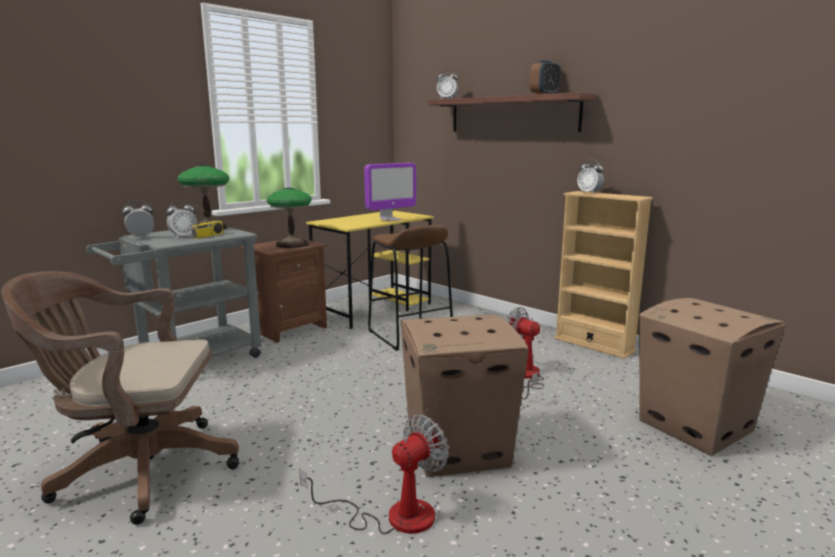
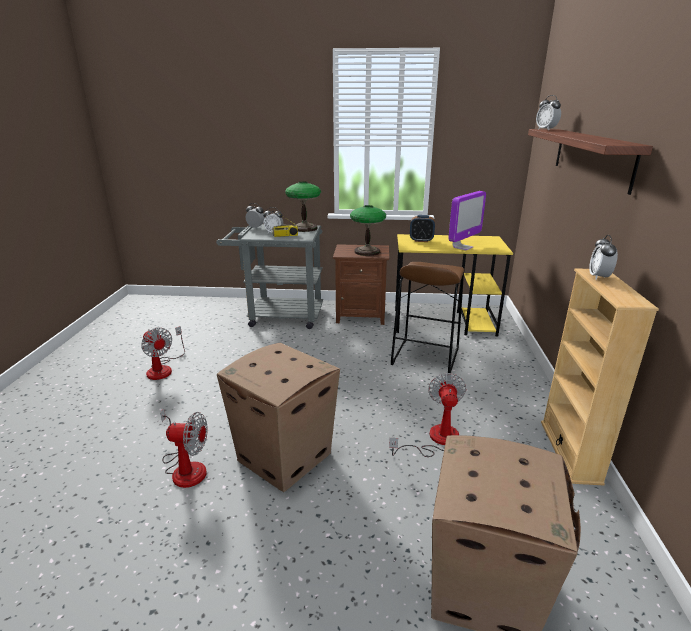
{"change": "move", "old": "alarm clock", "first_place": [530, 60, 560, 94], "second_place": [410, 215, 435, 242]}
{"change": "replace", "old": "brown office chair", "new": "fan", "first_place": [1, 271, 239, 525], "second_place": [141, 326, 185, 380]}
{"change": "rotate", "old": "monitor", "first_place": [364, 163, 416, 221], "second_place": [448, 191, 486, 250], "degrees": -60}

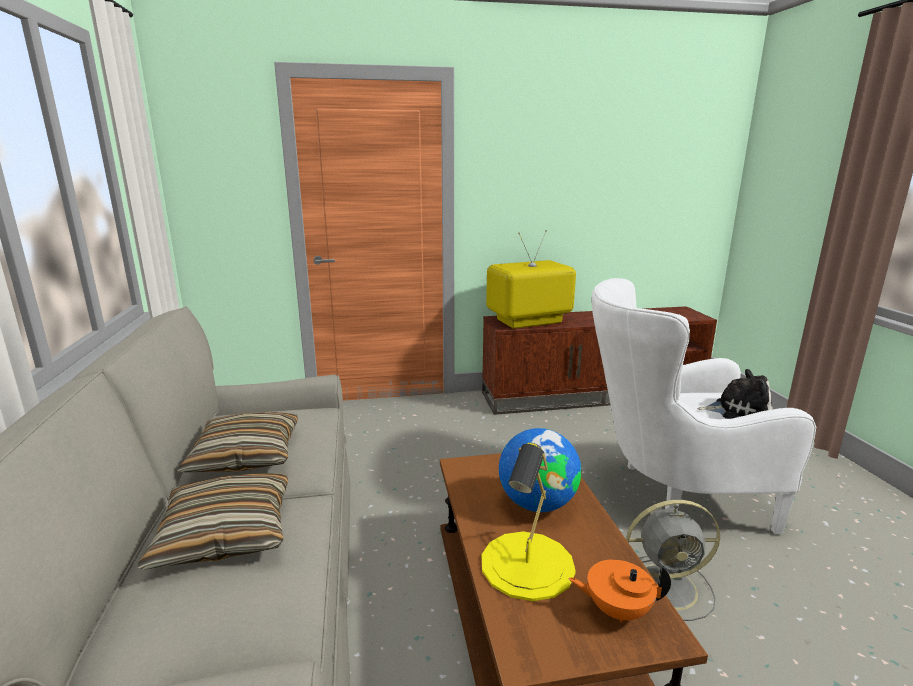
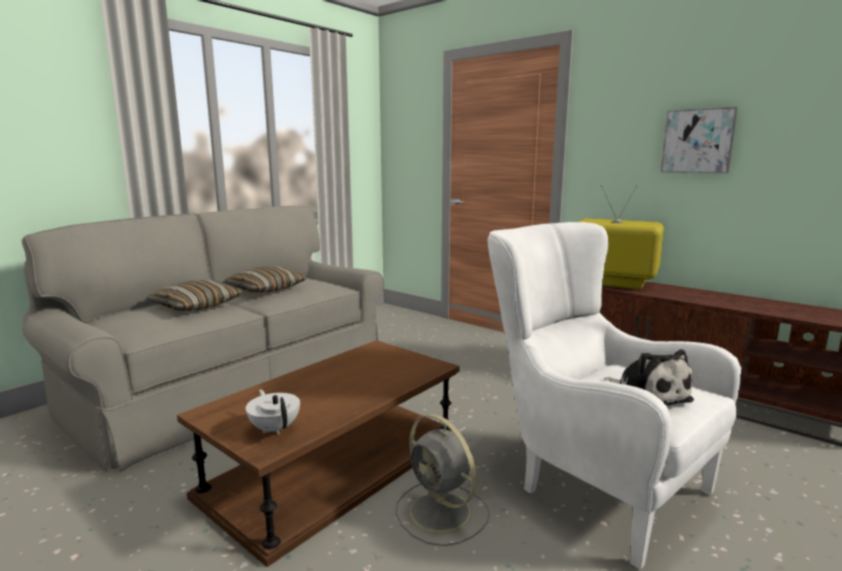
{"change": "delete", "old": "yellow table lamp", "first_place": [482, 443, 576, 601]}
{"change": "delete", "old": "globe", "first_place": [499, 428, 581, 512]}
{"change": "insert", "new": "picture", "second_place": [661, 107, 738, 173]}
{"change": "recolor", "old": "orange teapot", "new": "white teapot", "first_place": [569, 559, 671, 623], "second_place": [246, 389, 300, 435]}

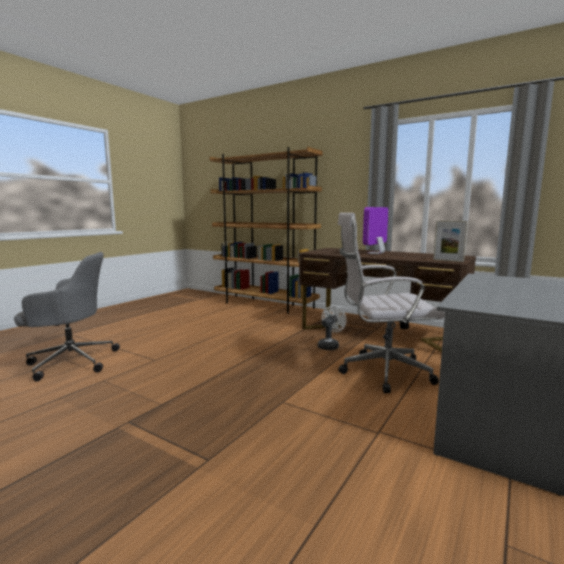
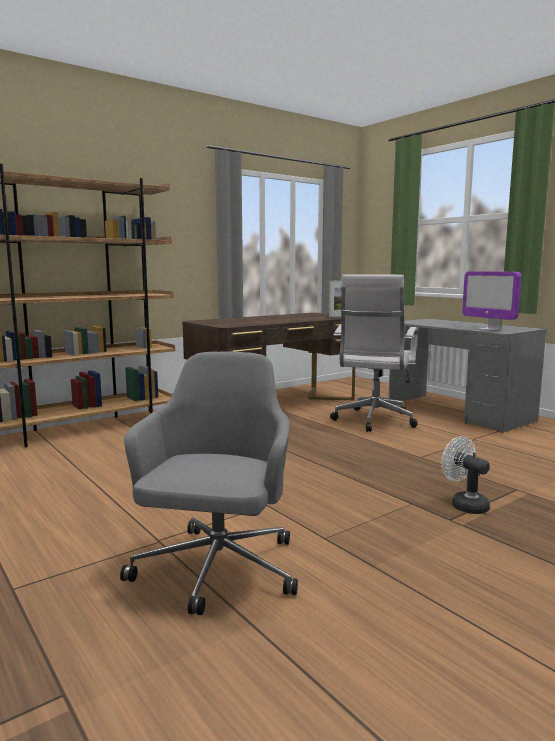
{"change": "move", "old": "white fan", "first_place": [318, 306, 346, 350], "second_place": [441, 436, 490, 514]}
{"change": "move", "old": "monitor", "first_place": [363, 207, 388, 254], "second_place": [462, 271, 522, 331]}

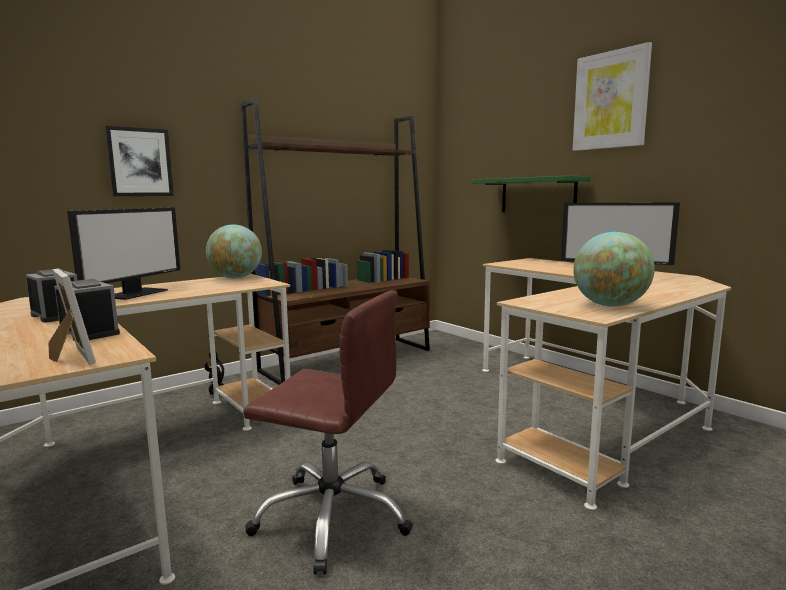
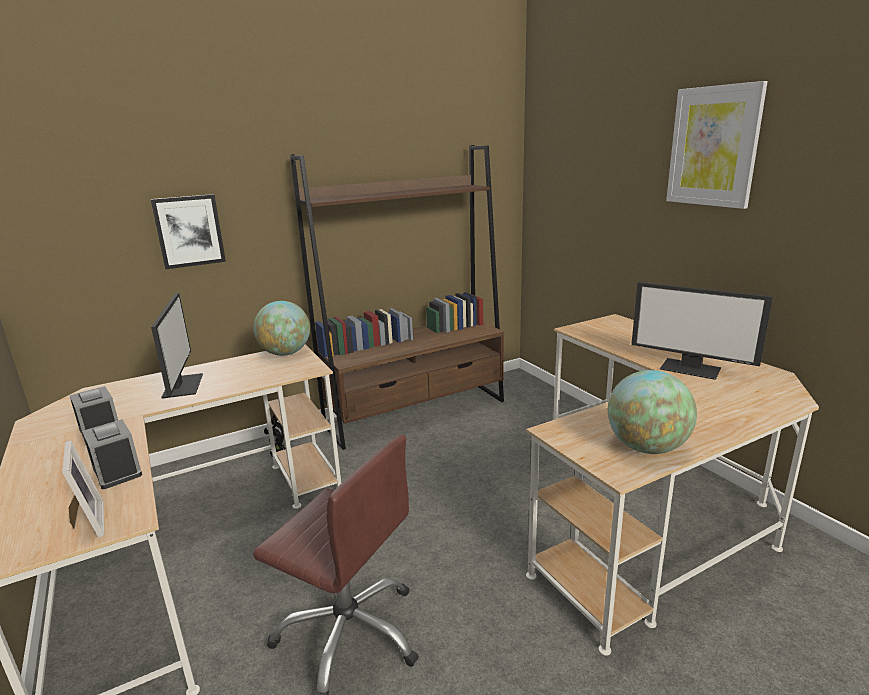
{"change": "delete", "old": "green shelf", "first_place": [471, 176, 591, 212]}
{"change": "rotate", "old": "monitor", "first_place": [67, 207, 180, 300], "second_place": [151, 293, 203, 399], "degrees": -45}

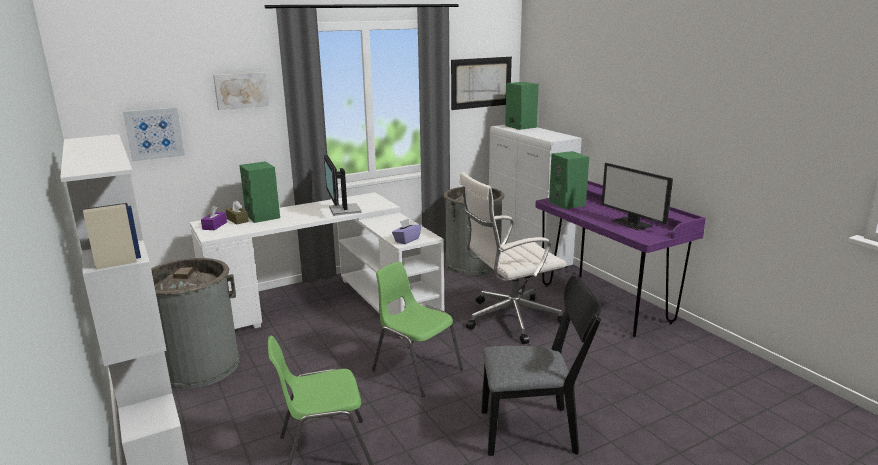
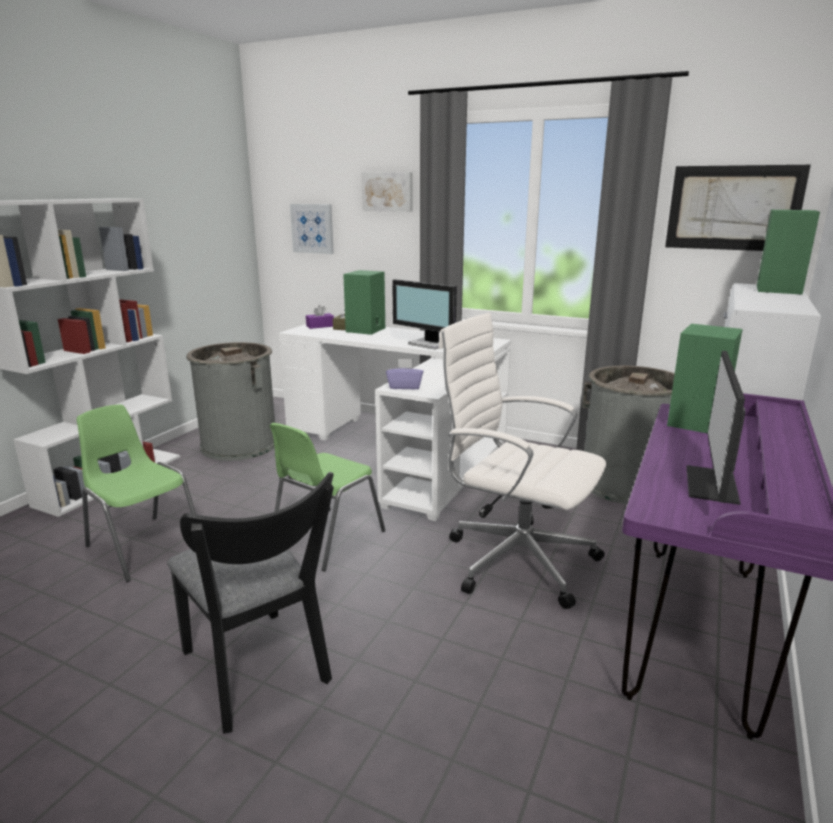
{"change": "rotate", "old": "monitor", "first_place": [324, 155, 361, 216], "second_place": [392, 279, 457, 350], "degrees": -90}
{"change": "rotate", "old": "green chair", "first_place": [372, 262, 463, 397], "second_place": [270, 423, 386, 572], "degrees": -150}

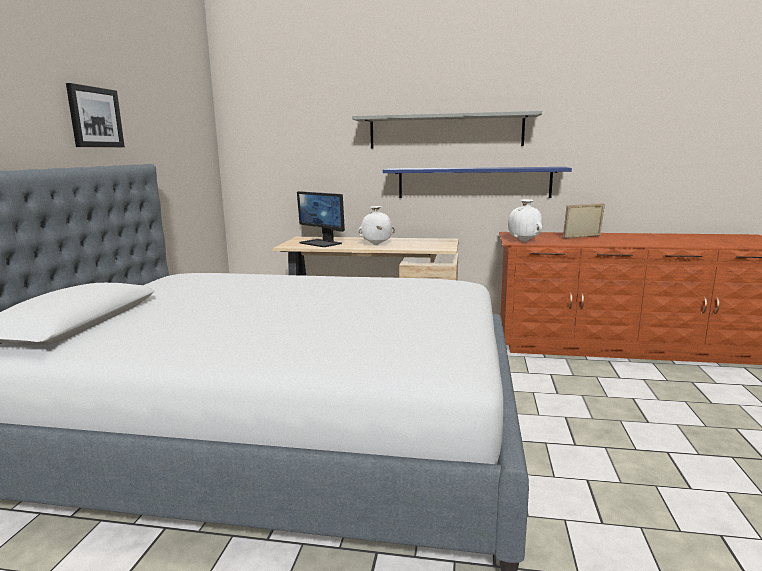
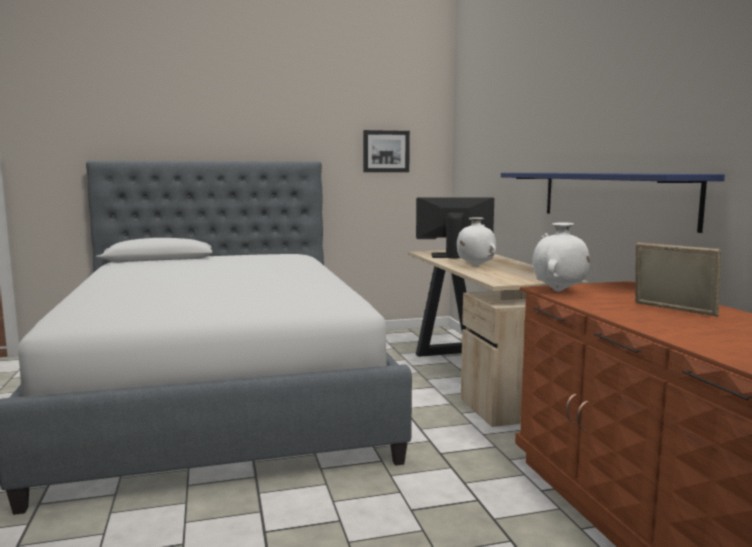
{"change": "delete", "old": "grey shelf", "first_place": [352, 111, 542, 149]}
{"change": "move", "old": "picture", "first_place": [66, 83, 125, 147], "second_place": [363, 130, 410, 172]}
{"change": "rotate", "old": "monitor", "first_place": [297, 191, 345, 247], "second_place": [416, 197, 494, 258], "degrees": 75}

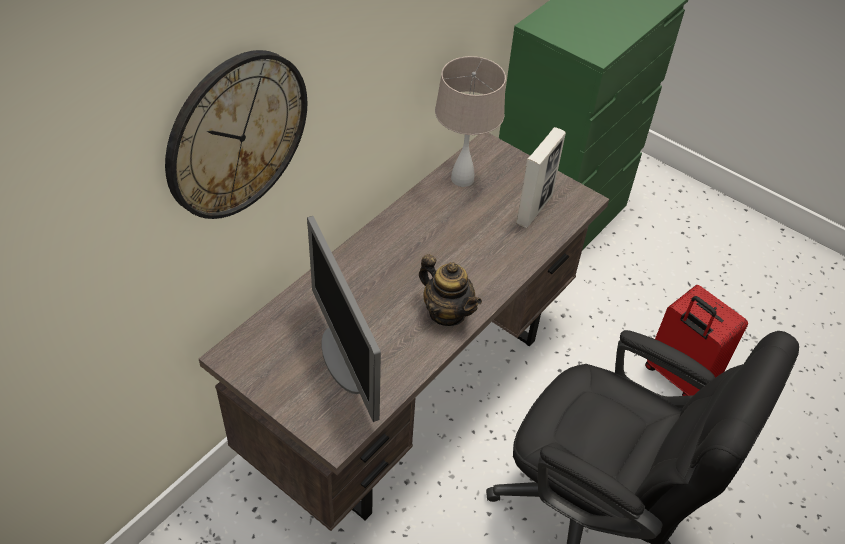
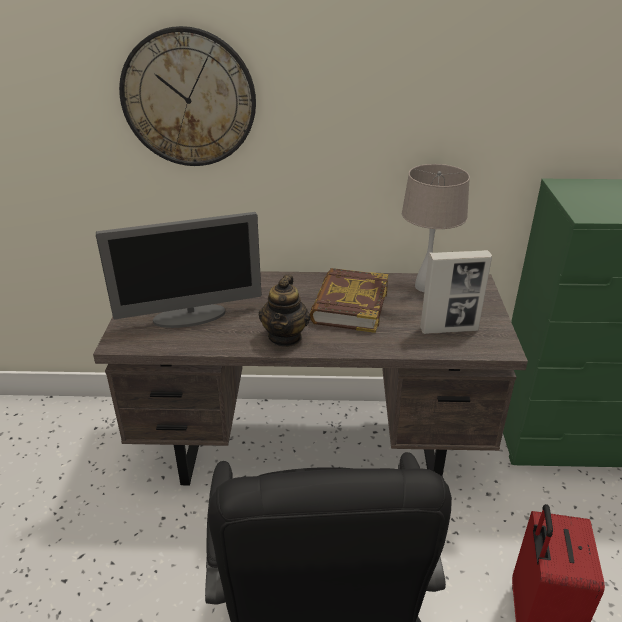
{"change": "insert", "new": "book", "second_place": [310, 268, 388, 333]}
{"change": "rotate", "old": "monitor", "first_place": [307, 216, 381, 422], "second_place": [96, 212, 262, 328], "degrees": -135}

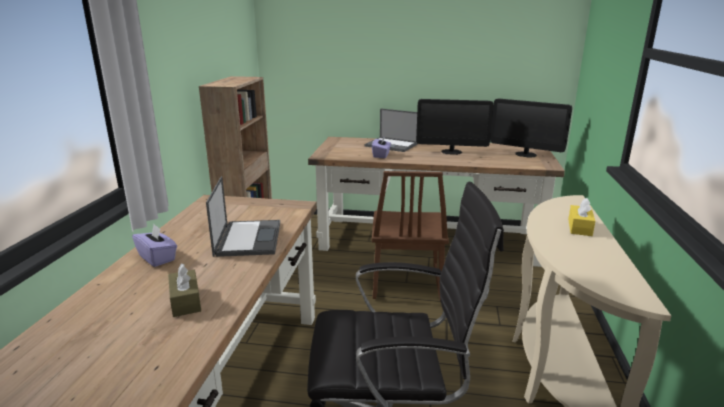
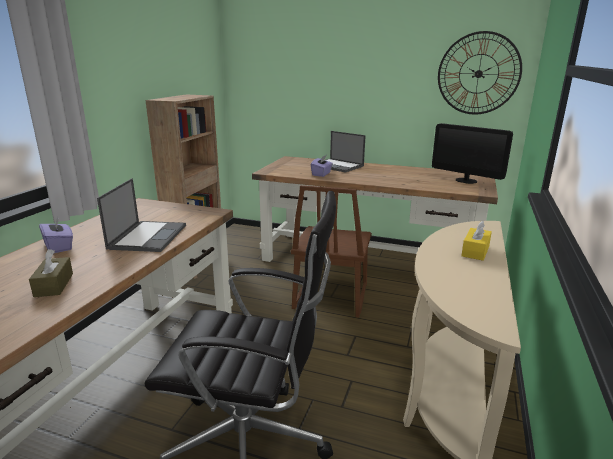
{"change": "delete", "old": "monitor", "first_place": [416, 99, 494, 155]}
{"change": "insert", "new": "wall clock", "second_place": [438, 31, 522, 114]}

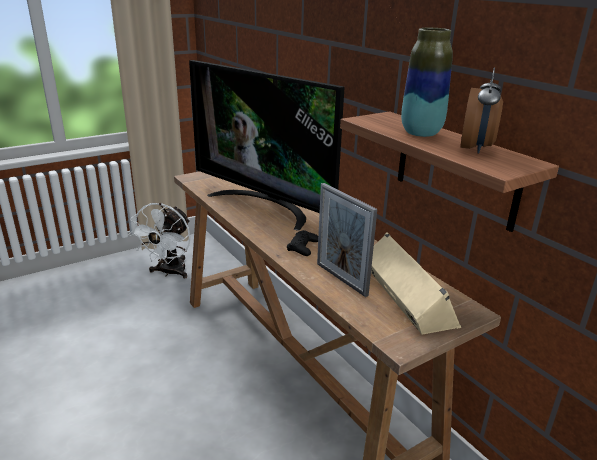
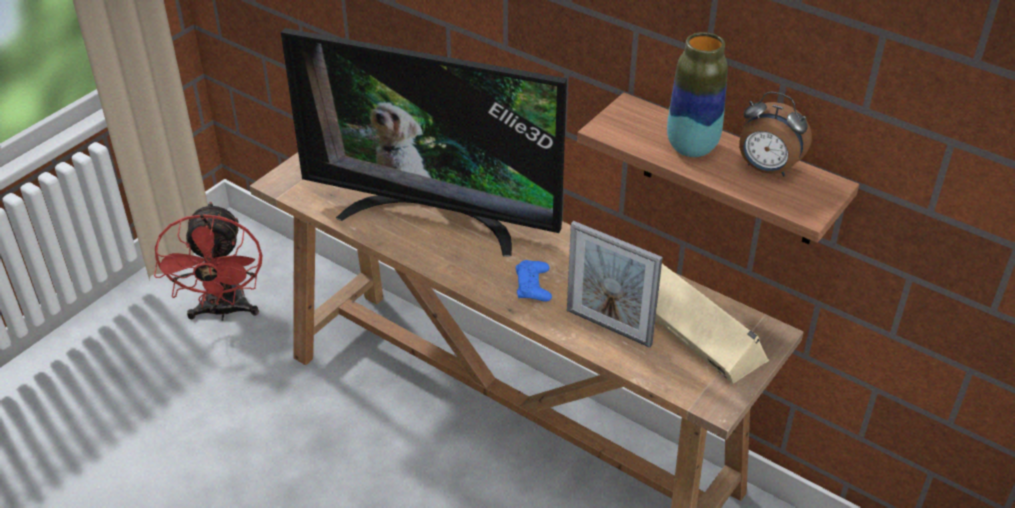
{"change": "recolor", "old": "white fan", "new": "red fan", "first_place": [128, 203, 191, 279], "second_place": [154, 202, 262, 321]}
{"change": "recolor", "old": "black game controller", "new": "blue game controller", "first_place": [287, 230, 318, 256], "second_place": [516, 260, 552, 302]}
{"change": "rotate", "old": "alarm clock", "first_place": [461, 68, 503, 153], "second_place": [739, 91, 812, 176], "degrees": 120}

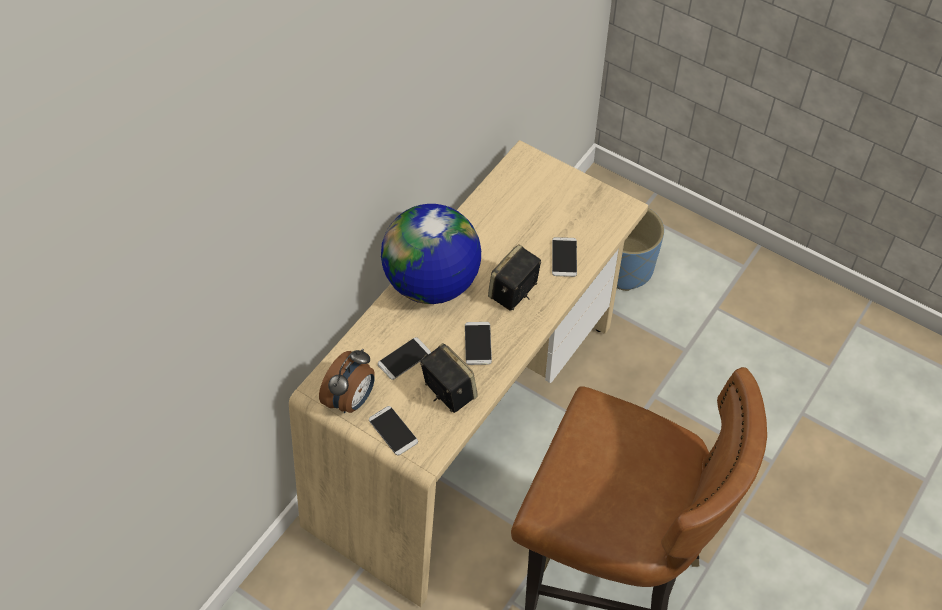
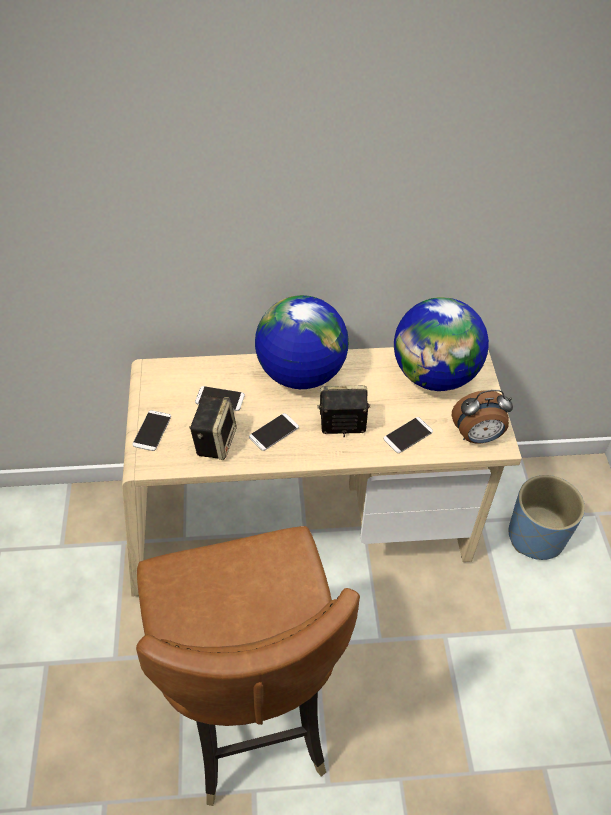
{"change": "insert", "new": "globe", "second_place": [394, 297, 489, 391]}
{"change": "move", "old": "alarm clock", "first_place": [319, 349, 375, 413], "second_place": [452, 390, 513, 443]}

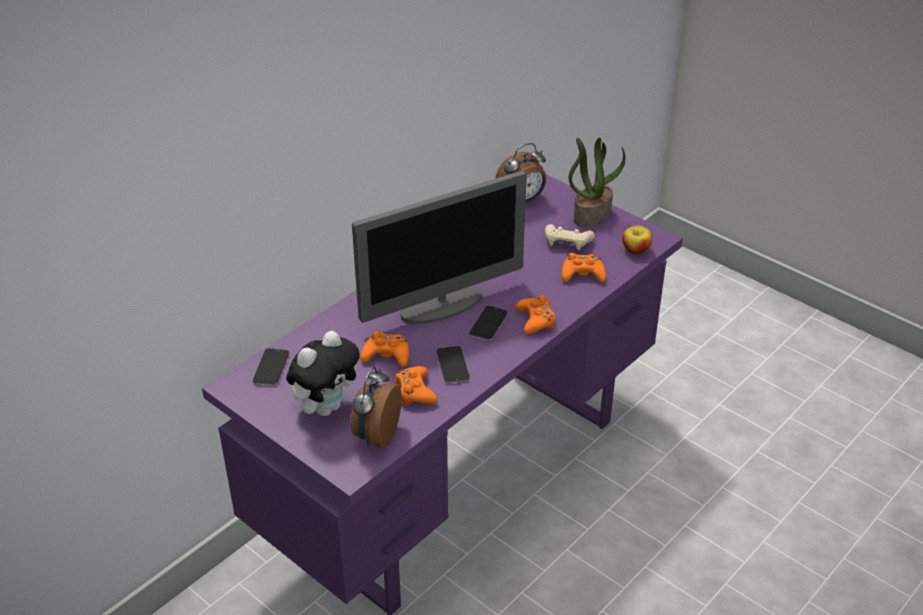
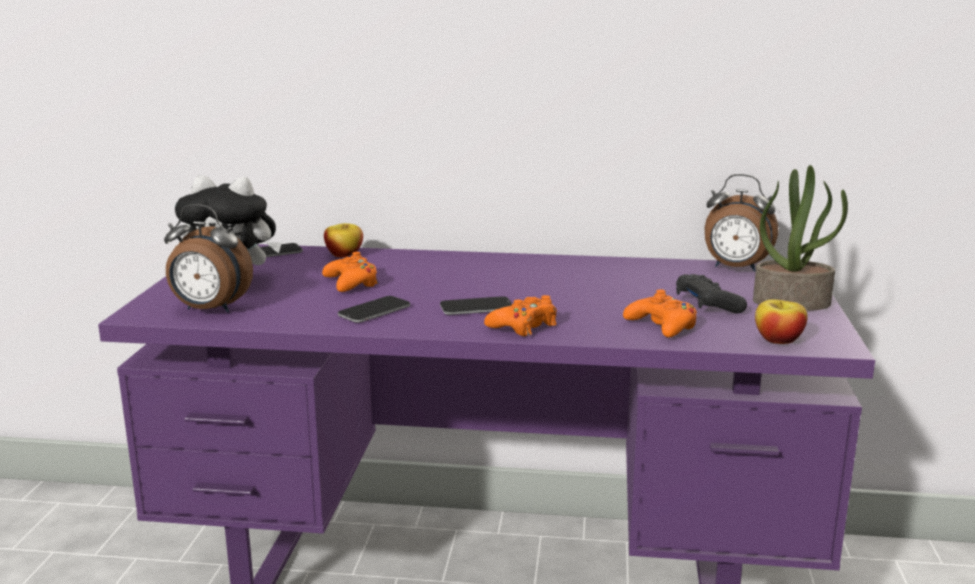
{"change": "delete", "old": "monitor", "first_place": [352, 171, 527, 324]}
{"change": "delete", "old": "orange game controller", "first_place": [395, 366, 437, 405]}
{"change": "insert", "new": "apple", "second_place": [324, 223, 363, 257]}
{"change": "recolor", "old": "beige game controller", "new": "black game controller", "first_place": [545, 224, 595, 250], "second_place": [676, 274, 747, 313]}
{"change": "rotate", "old": "alarm clock", "first_place": [350, 366, 402, 448], "second_place": [164, 204, 253, 313], "degrees": -150}

